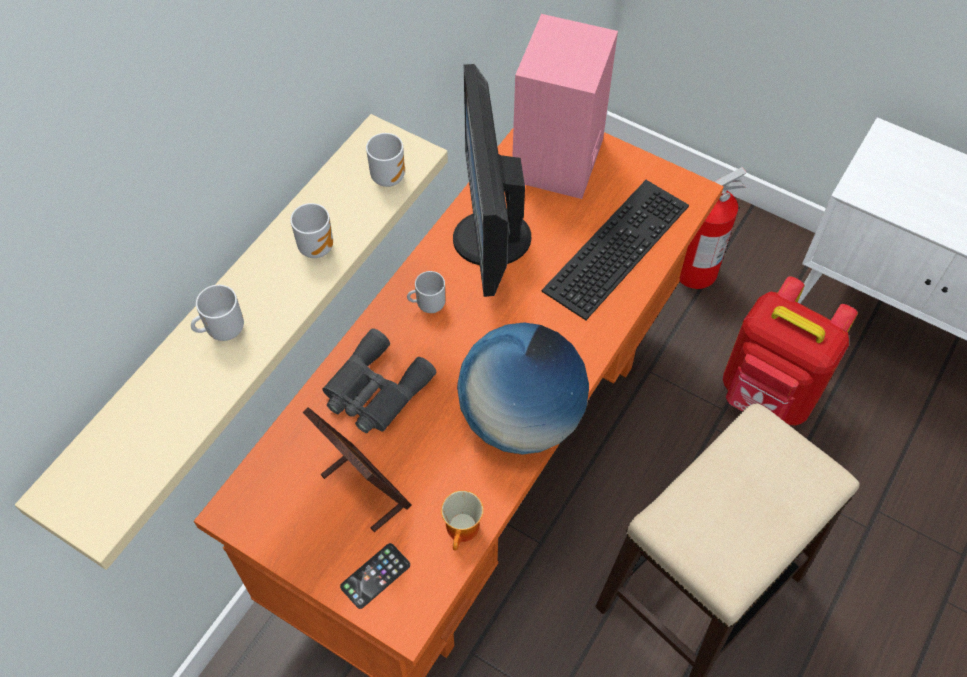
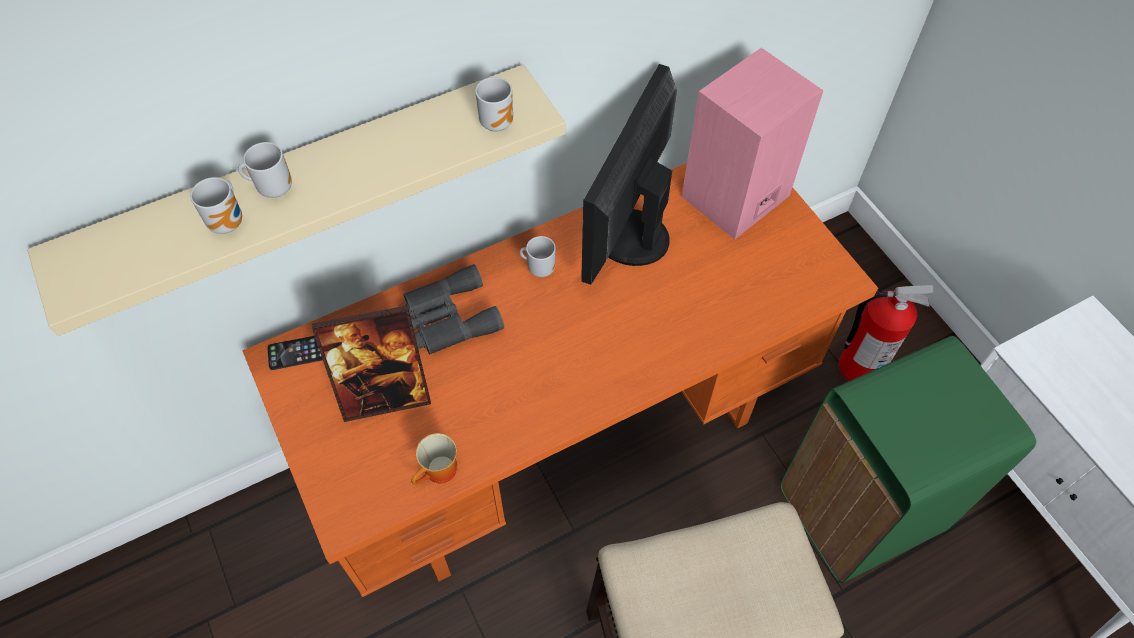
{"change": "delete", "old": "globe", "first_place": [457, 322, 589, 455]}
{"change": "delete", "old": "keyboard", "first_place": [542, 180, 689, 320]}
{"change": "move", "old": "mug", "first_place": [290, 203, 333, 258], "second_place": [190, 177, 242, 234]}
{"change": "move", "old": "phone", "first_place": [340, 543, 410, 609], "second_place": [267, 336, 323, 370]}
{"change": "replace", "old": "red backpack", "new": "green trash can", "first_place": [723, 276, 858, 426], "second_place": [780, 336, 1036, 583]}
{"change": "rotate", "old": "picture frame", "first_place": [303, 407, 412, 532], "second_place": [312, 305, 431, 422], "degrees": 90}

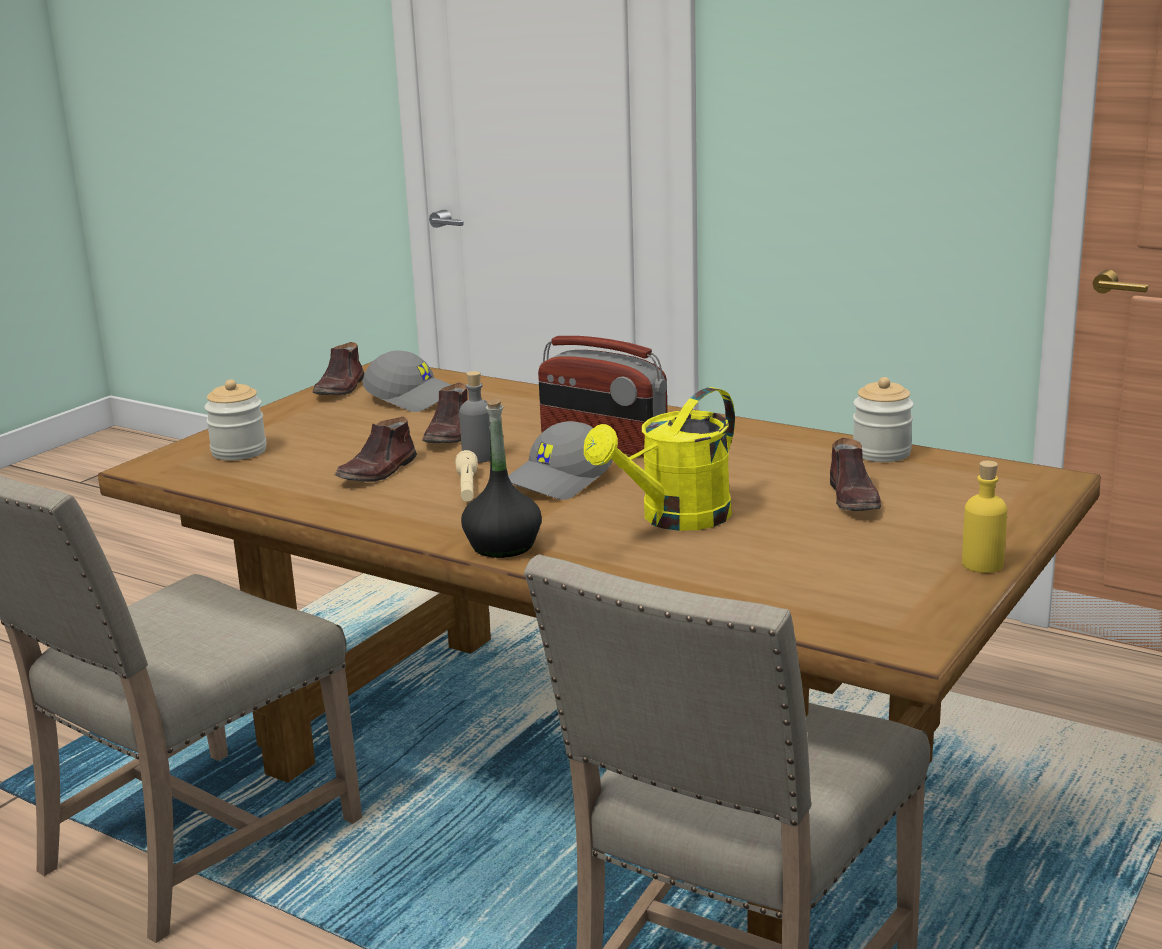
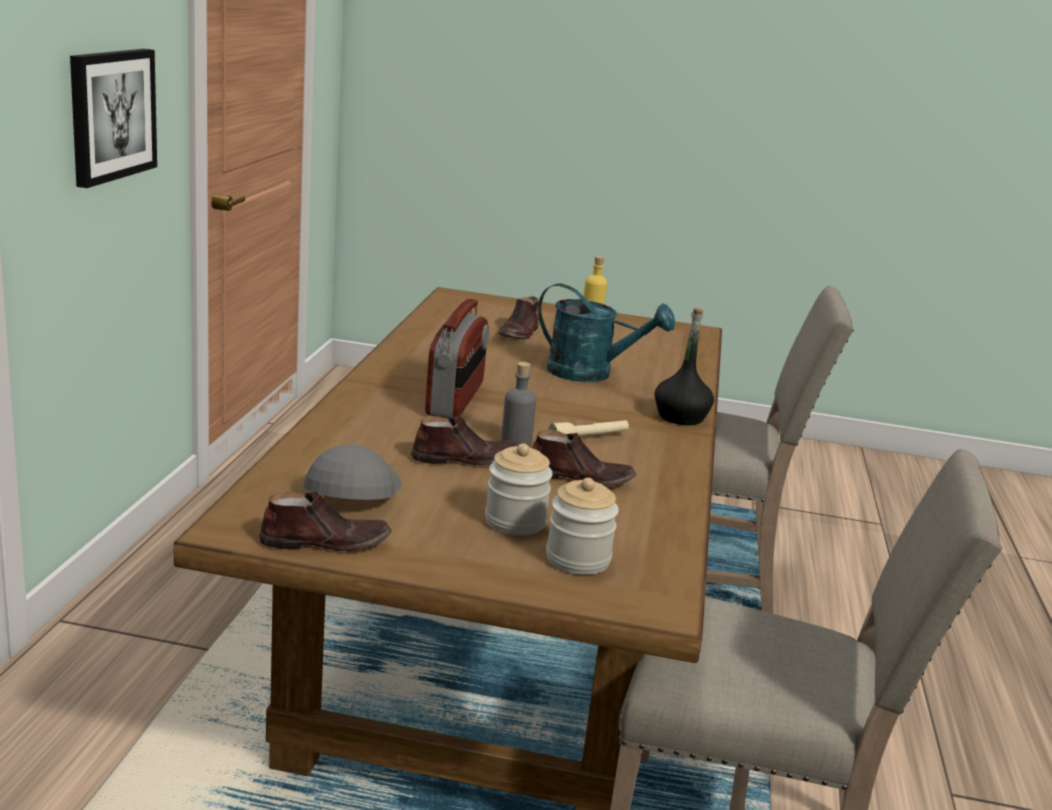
{"change": "delete", "old": "grey cap", "first_place": [508, 421, 613, 500]}
{"change": "insert", "new": "picture", "second_place": [70, 49, 157, 188]}
{"change": "move", "old": "jar", "first_place": [853, 377, 914, 462], "second_place": [485, 443, 553, 535]}
{"change": "recolor", "old": "yellow watering can", "new": "turquoise watering can", "first_place": [584, 387, 735, 531], "second_place": [538, 284, 675, 382]}
{"change": "rotate", "old": "brown shoe", "first_place": [830, 438, 881, 511], "second_place": [498, 296, 539, 340], "degrees": 135}

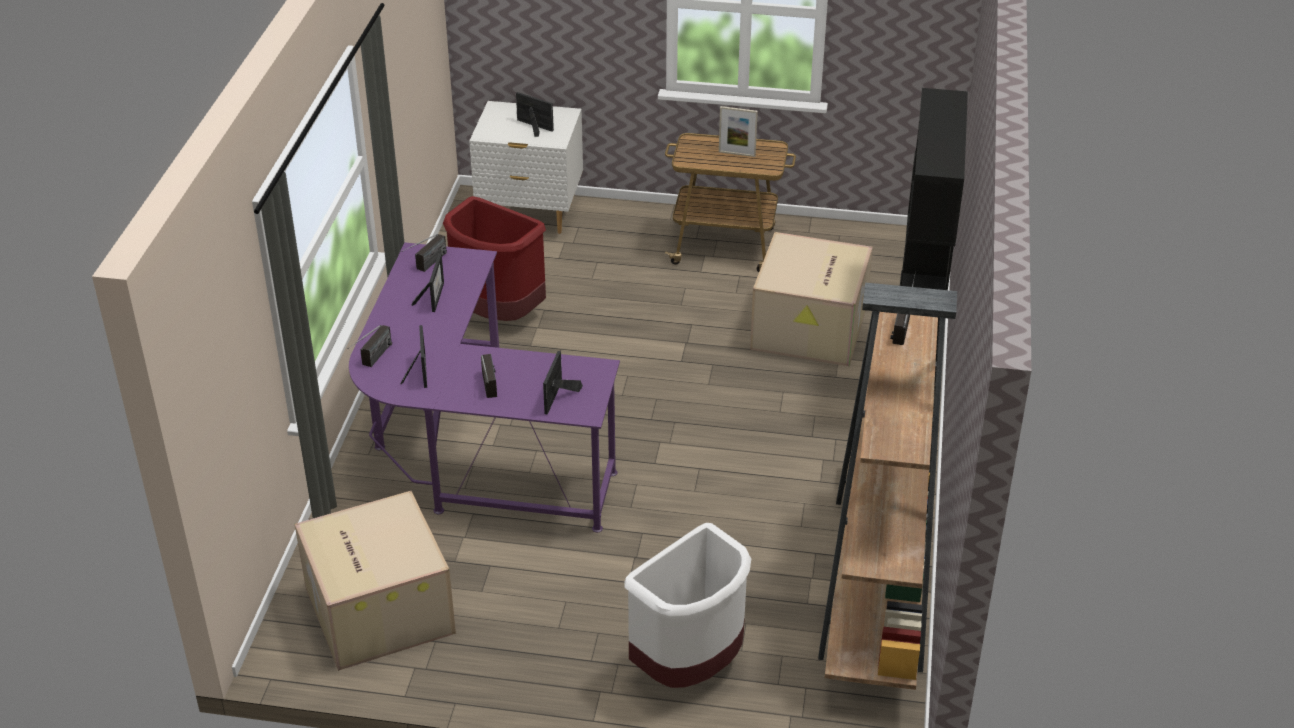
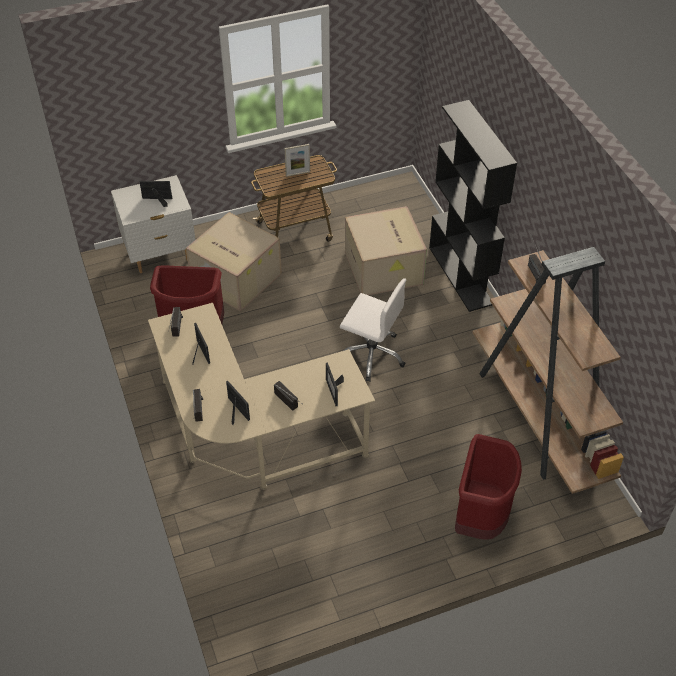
{"change": "insert", "new": "white office chair", "second_place": [340, 278, 406, 382]}
{"change": "move", "old": "cardboard box", "first_place": [295, 491, 456, 671], "second_place": [186, 212, 282, 312]}
{"change": "recolor", "old": "purple desk", "new": "beige desk", "first_place": [349, 243, 620, 533], "second_place": [148, 303, 375, 490]}
{"change": "recolor", "old": "white trash can", "new": "red trash can", "first_place": [624, 523, 751, 688], "second_place": [455, 434, 522, 540]}

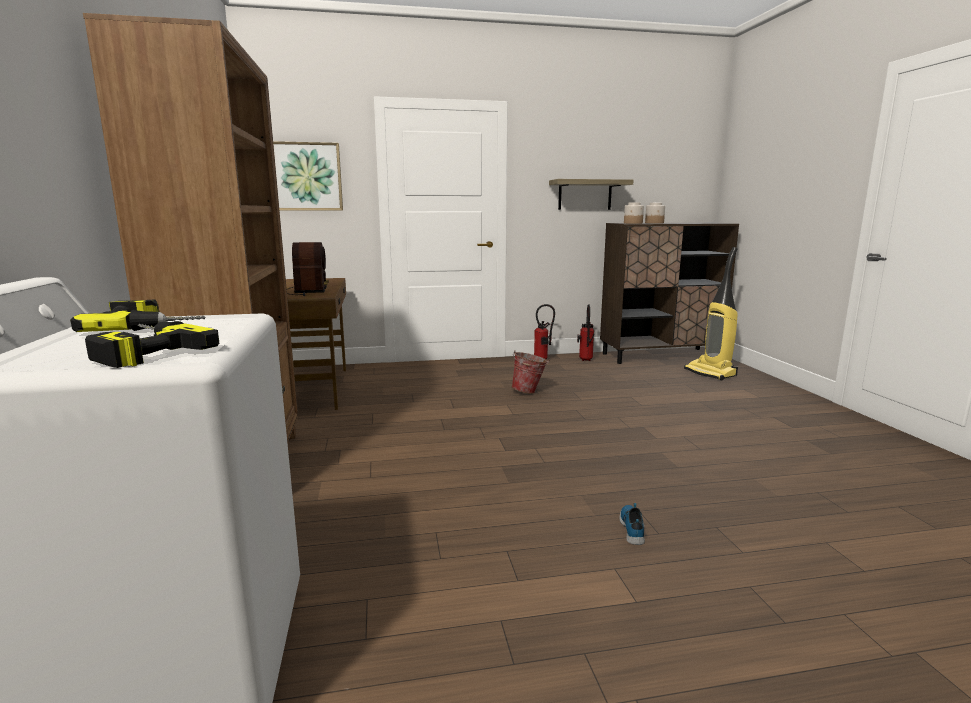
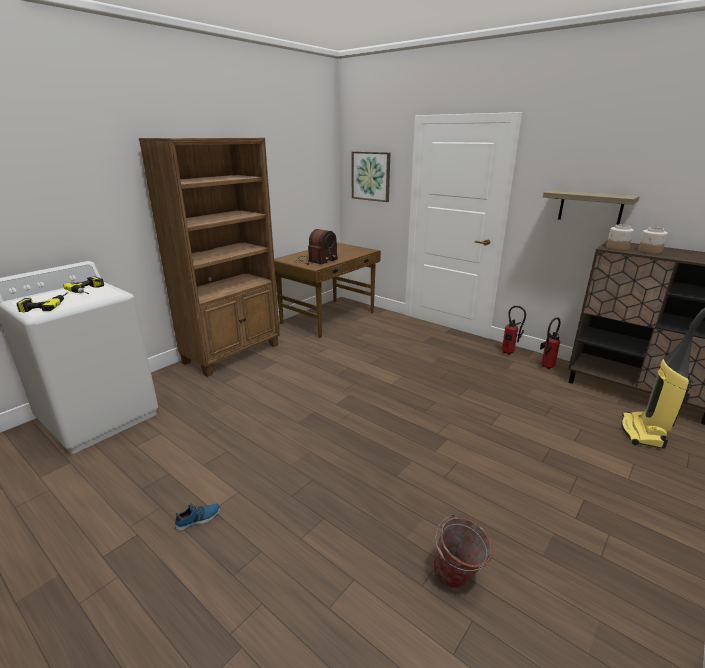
{"change": "move", "old": "bucket", "first_place": [512, 351, 549, 394], "second_place": [433, 514, 493, 588]}
{"change": "move", "old": "shoe", "first_place": [620, 503, 645, 545], "second_place": [175, 503, 220, 531]}

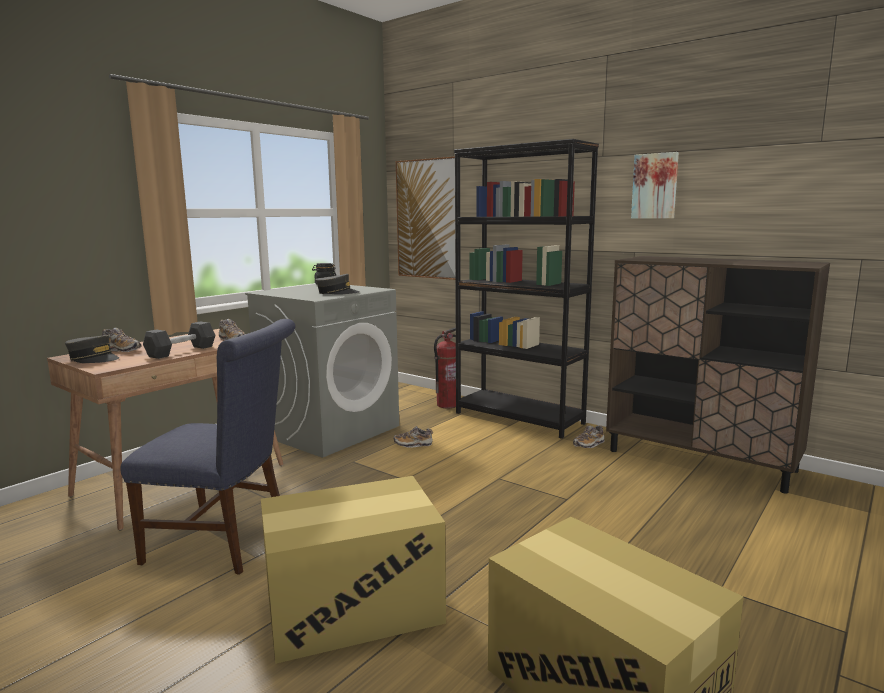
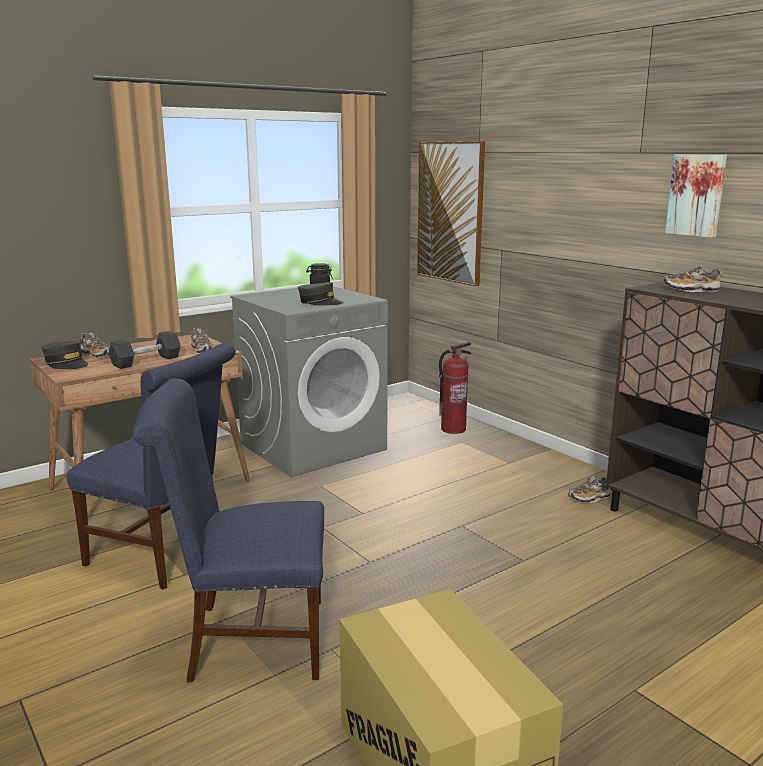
{"change": "delete", "old": "black bookcase", "first_place": [454, 139, 599, 439]}
{"change": "move", "old": "shoe", "first_place": [393, 426, 433, 448], "second_place": [663, 265, 723, 292]}
{"change": "replace", "old": "cardboard box", "new": "blue chair", "first_place": [261, 476, 446, 664], "second_place": [132, 378, 324, 683]}

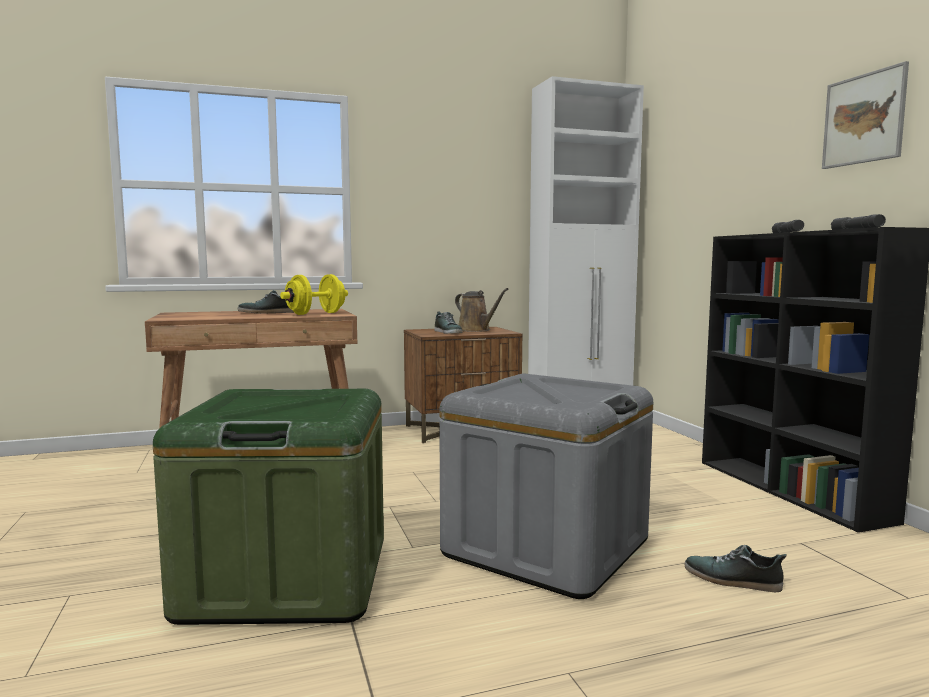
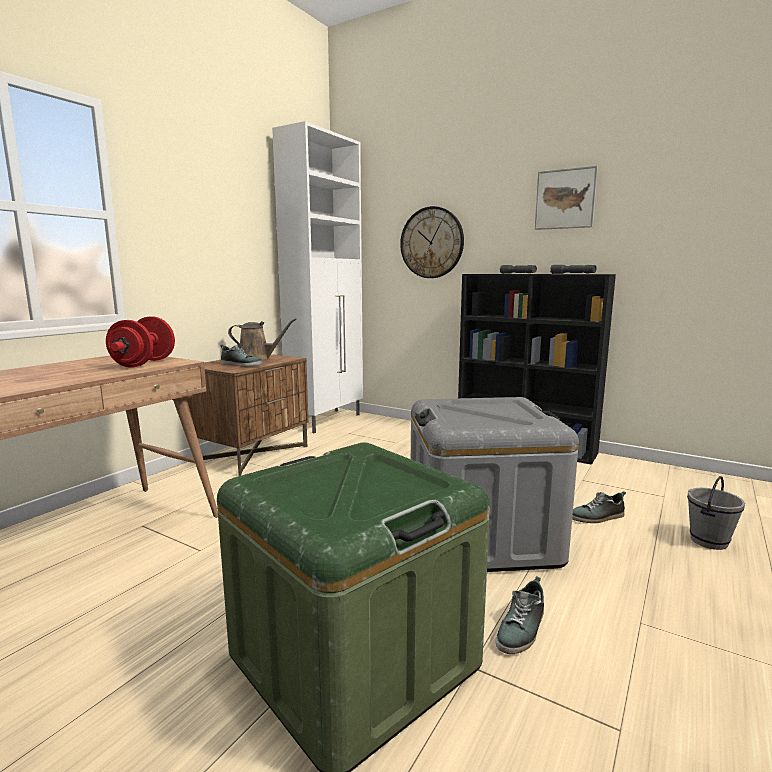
{"change": "insert", "new": "wall clock", "second_place": [400, 206, 464, 278]}
{"change": "insert", "new": "grey bucket", "second_place": [687, 476, 745, 550]}
{"change": "move", "old": "shoe", "first_place": [238, 290, 295, 314], "second_place": [496, 576, 544, 654]}
{"change": "recolor", "old": "yellow dumbbell", "new": "red dumbbell", "first_place": [280, 274, 348, 315], "second_place": [106, 316, 175, 368]}

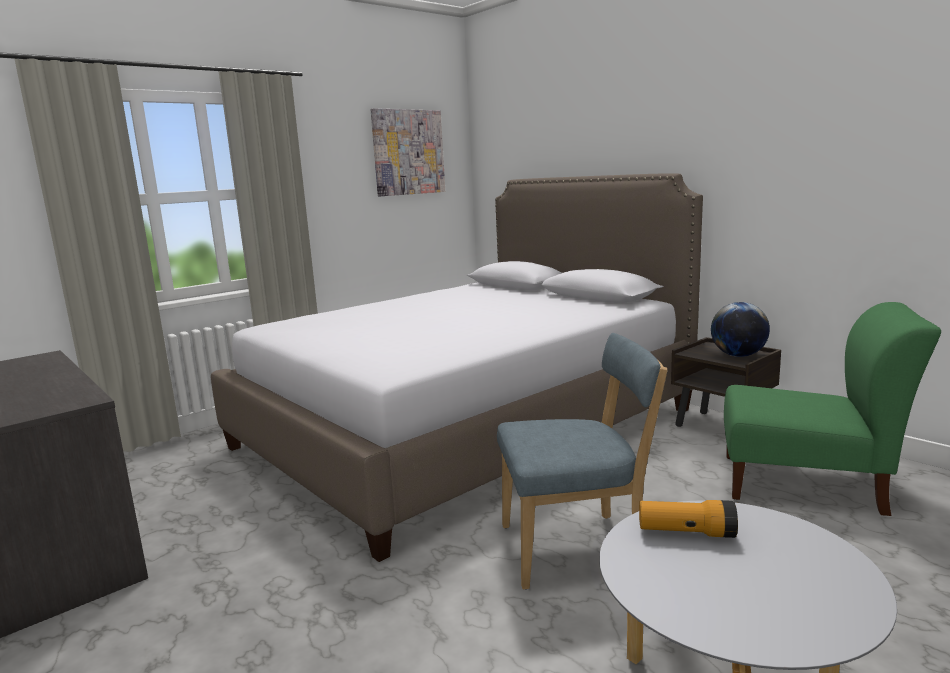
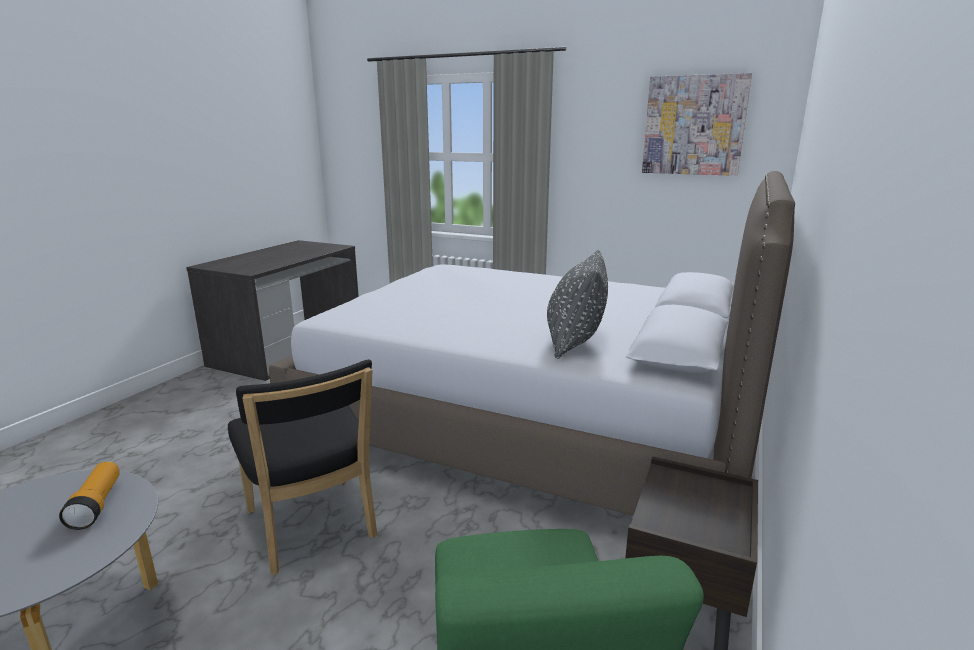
{"change": "delete", "old": "globe", "first_place": [711, 302, 770, 357]}
{"change": "insert", "new": "grey pillow", "second_place": [547, 250, 608, 359]}
{"change": "recolor", "old": "blue chair", "new": "black chair", "first_place": [497, 333, 668, 589], "second_place": [228, 360, 377, 575]}

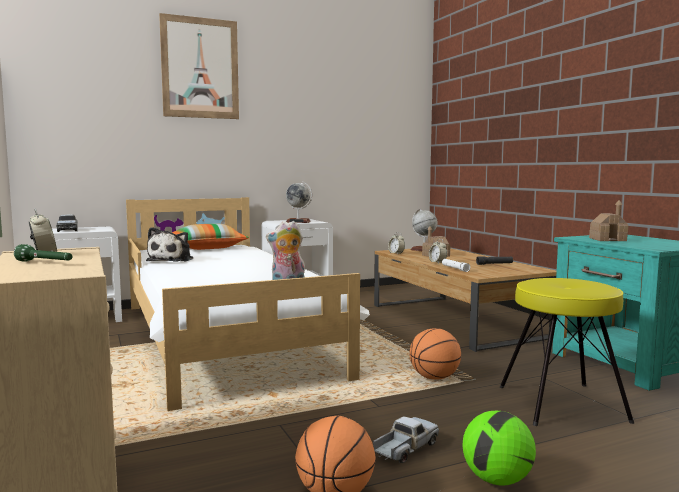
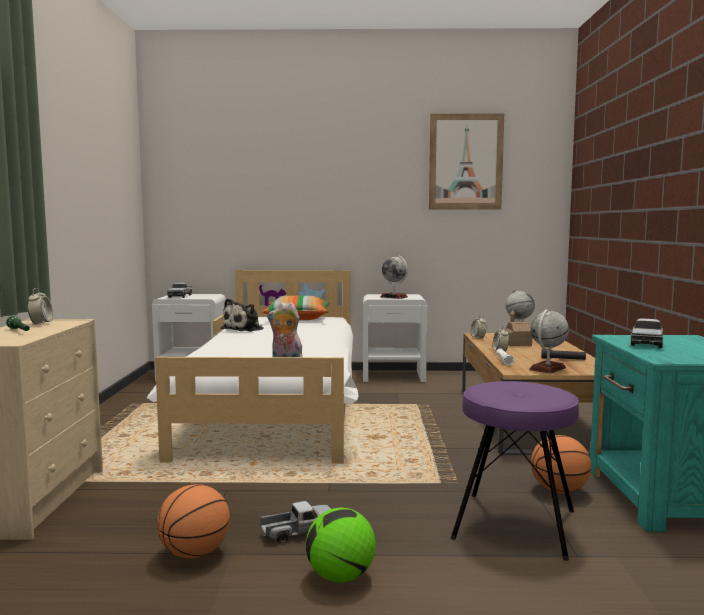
{"change": "insert", "new": "globe", "second_place": [529, 310, 569, 374]}
{"change": "move", "old": "picture", "first_place": [159, 13, 239, 119], "second_place": [429, 113, 504, 209]}
{"change": "move", "old": "basketball", "first_place": [410, 328, 461, 380], "second_place": [531, 435, 591, 493]}
{"change": "replace", "old": "toy house", "new": "toy truck", "first_place": [589, 200, 628, 241], "second_place": [631, 319, 663, 348]}
{"change": "recolor", "old": "yellow stool", "new": "purple stool", "first_place": [500, 278, 634, 426], "second_place": [451, 381, 579, 561]}

